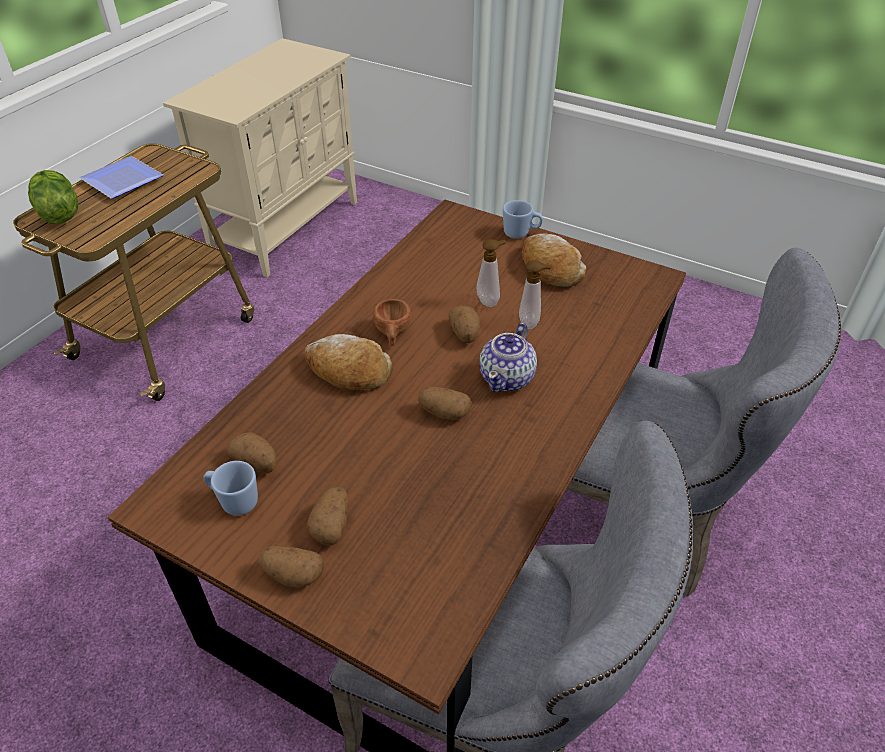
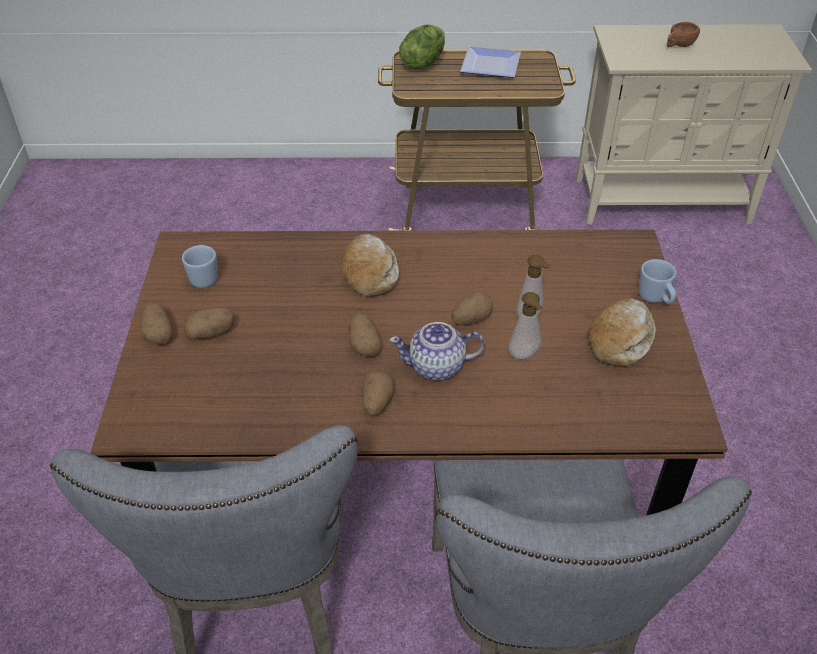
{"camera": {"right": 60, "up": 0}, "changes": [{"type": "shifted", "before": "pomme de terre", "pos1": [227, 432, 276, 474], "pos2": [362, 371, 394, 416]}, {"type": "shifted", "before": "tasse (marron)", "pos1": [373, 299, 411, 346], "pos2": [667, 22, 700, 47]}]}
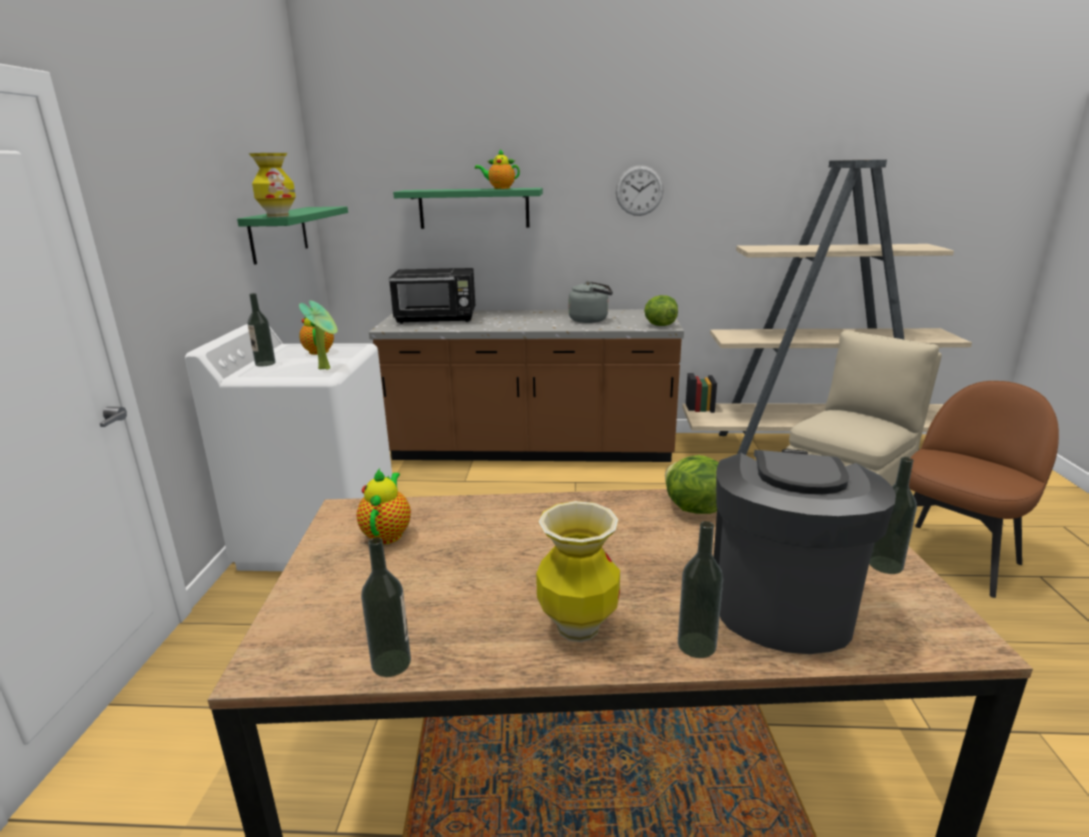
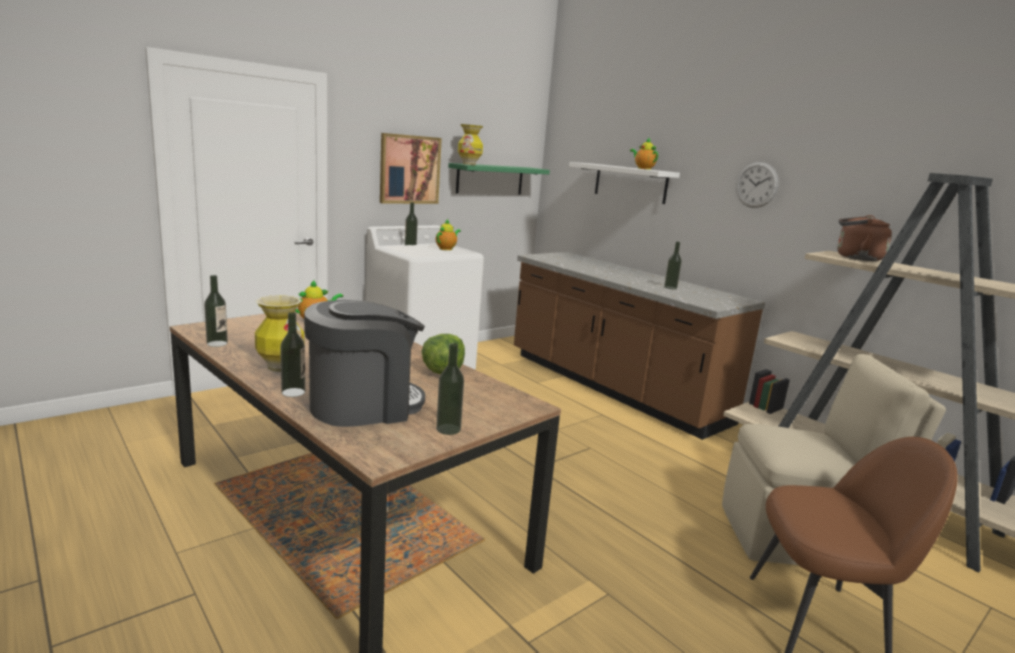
{"camera": {"right": 45, "up": -5}, "changes": [{"type": "gone", "before": "plante en pot", "pos1": [299, 300, 338, 370]}, {"type": "gone", "before": "micro-ondes (noir)", "pos1": [389, 268, 475, 324]}, {"type": "repainted", "before": "étagère (vert)", "after": "étagère (blanc)", "pos1": [393, 188, 543, 229], "pos2": [569, 162, 680, 204]}, {"type": "swapped", "before": "bouilloire (gris)", "after": "bouteille", "pos1": [568, 281, 613, 323], "pos2": [664, 241, 682, 289]}, {"type": "gone", "before": "laitue", "pos1": [644, 295, 678, 326]}, {"type": "new", "after": "tableau", "pos2": [380, 133, 442, 204]}, {"type": "new", "after": "bouilloire (marron)", "pos2": [837, 215, 892, 261]}]}
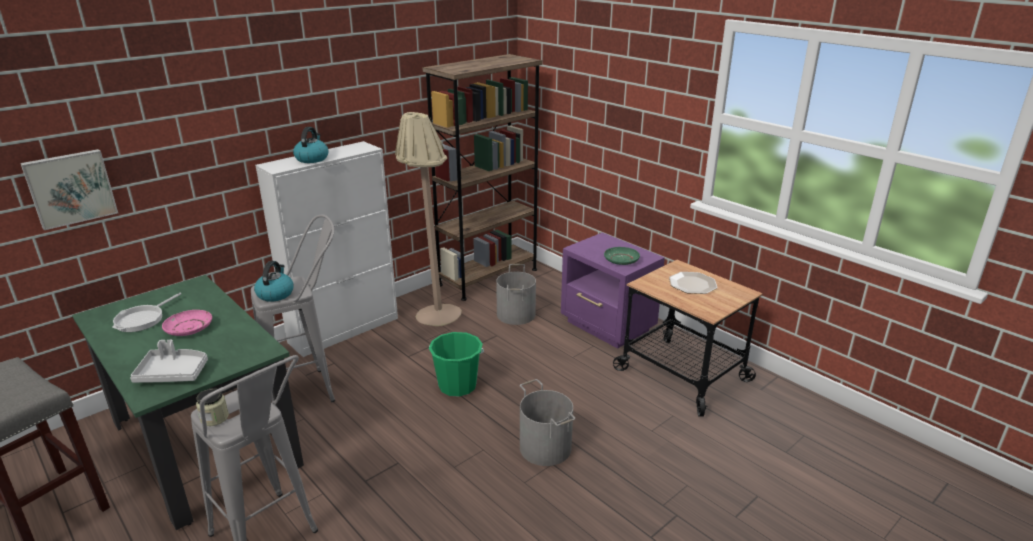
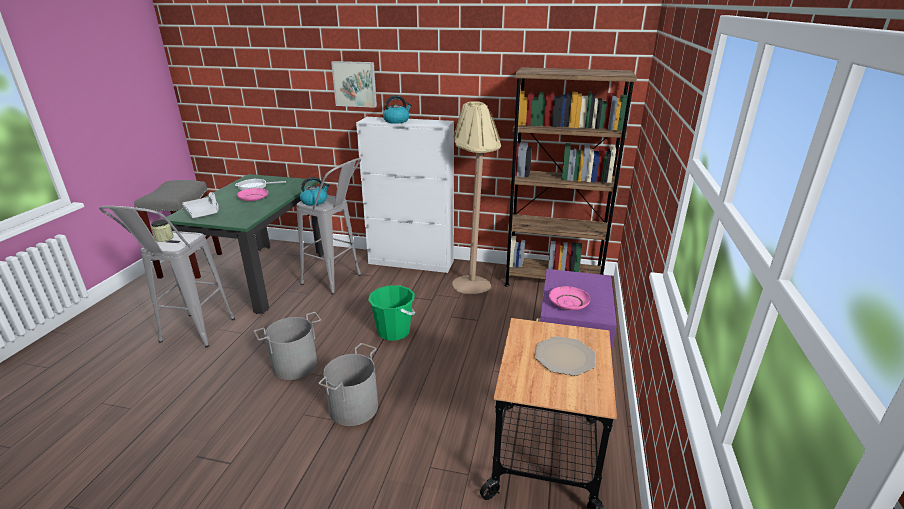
{"camera": {"right": 55, "up": 0}, "changes": [{"type": "shifted", "before": "tableau", "pos1": [20, 149, 118, 230], "pos2": [331, 61, 377, 108]}, {"type": "shifted", "before": "seau (gris)", "pos1": [496, 264, 536, 325], "pos2": [254, 312, 321, 380]}, {"type": "repainted", "before": "assiette (vert)", "after": "assiette (rose)", "pos1": [604, 247, 640, 265], "pos2": [549, 286, 590, 310]}]}
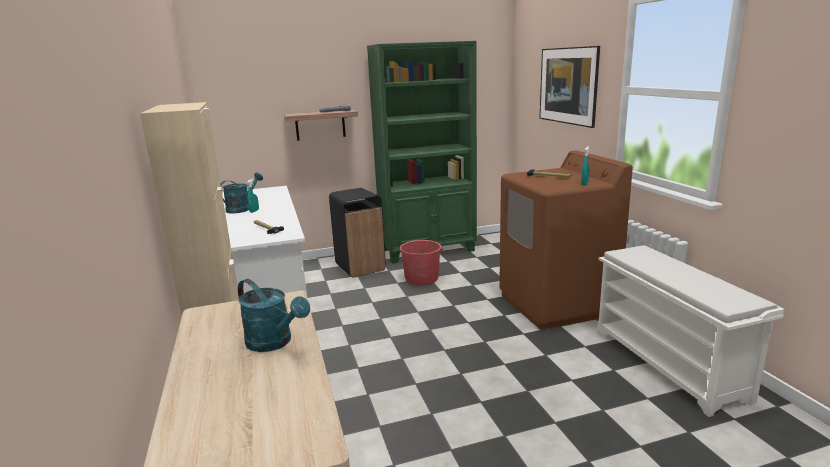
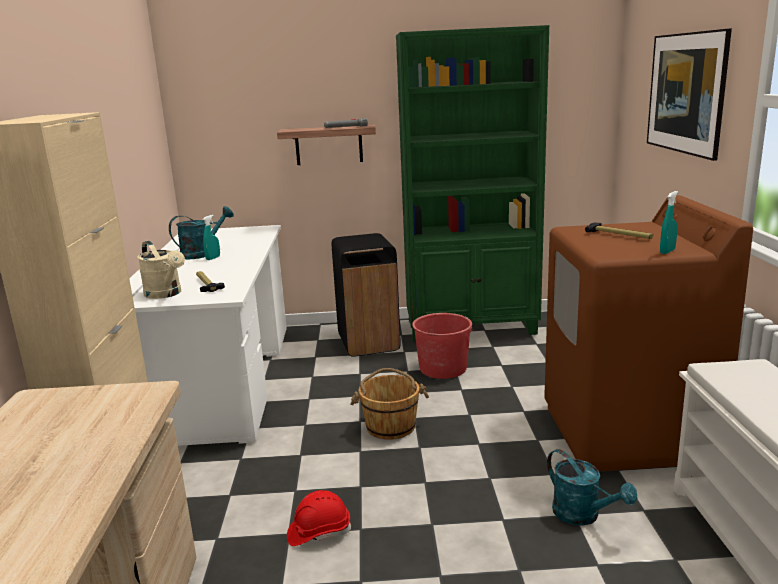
{"camera": {"right": 15, "up": 0}, "changes": [{"type": "shifted", "before": "arrosoir (turquoise)", "pos1": [238, 279, 310, 352], "pos2": [547, 449, 637, 526]}, {"type": "new", "after": "arrosoir (beige)", "pos2": [138, 241, 185, 299]}, {"type": "new", "after": "casque de chantier (rouge)", "pos2": [287, 490, 351, 546]}, {"type": "new", "after": "seau (marron)", "pos2": [350, 368, 429, 440]}]}
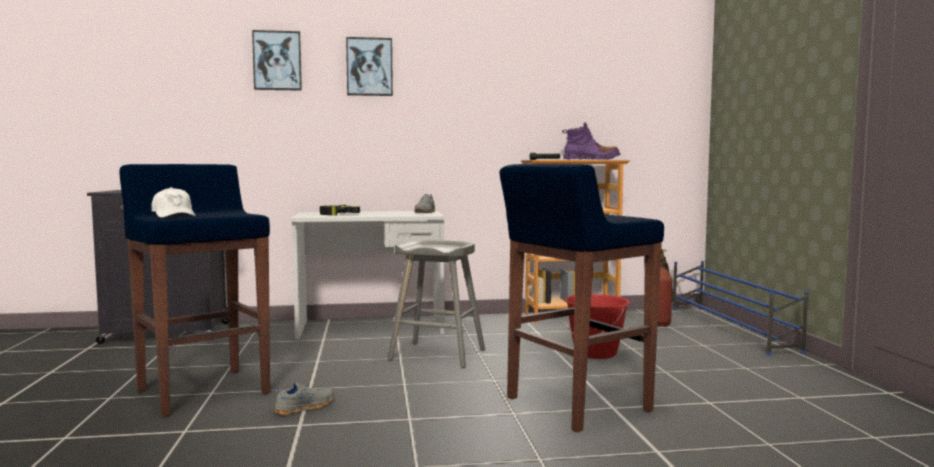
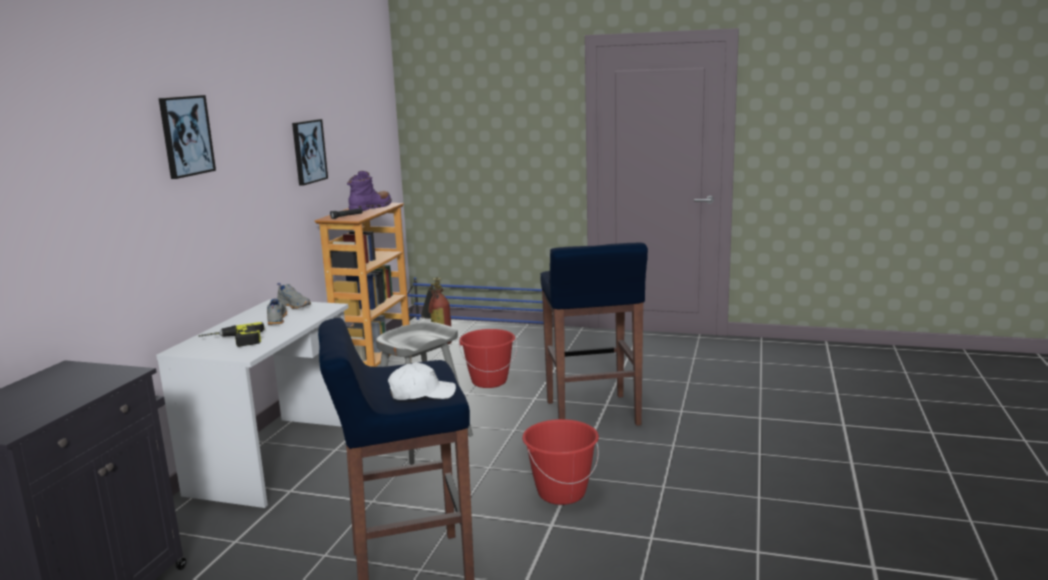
{"camera": {"right": -65, "up": 10}, "changes": [{"type": "shifted", "before": "tableau", "pos1": [252, 30, 302, 91], "pos2": [292, 119, 328, 186]}, {"type": "shifted", "before": "chaussure (gris)", "pos1": [274, 383, 334, 415], "pos2": [267, 298, 287, 325]}, {"type": "new", "after": "seau (rouge)", "pos2": [522, 419, 599, 505]}]}
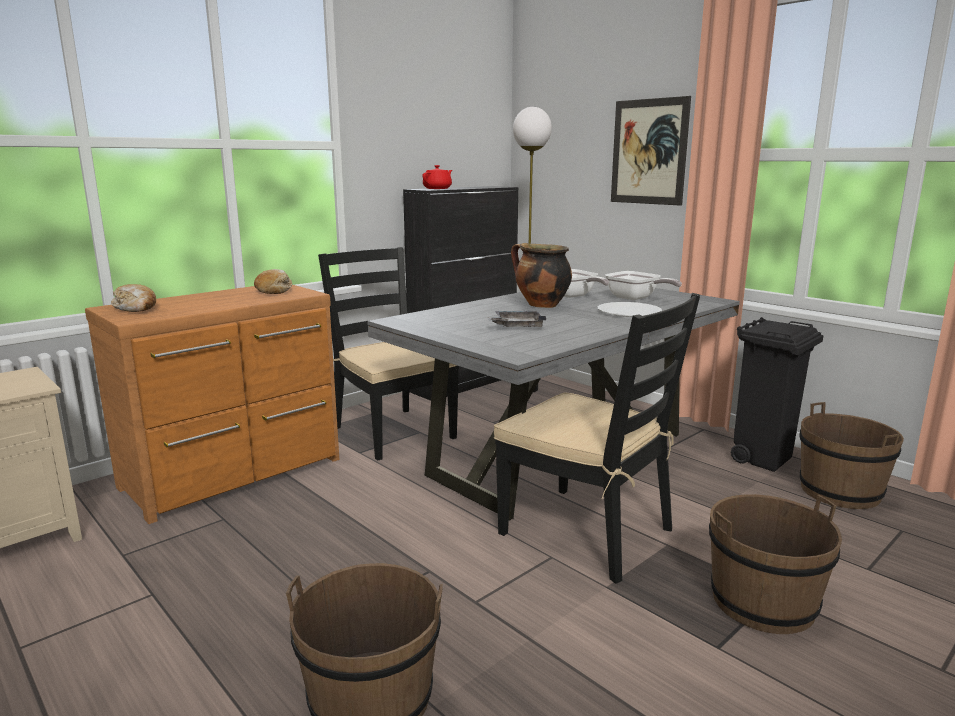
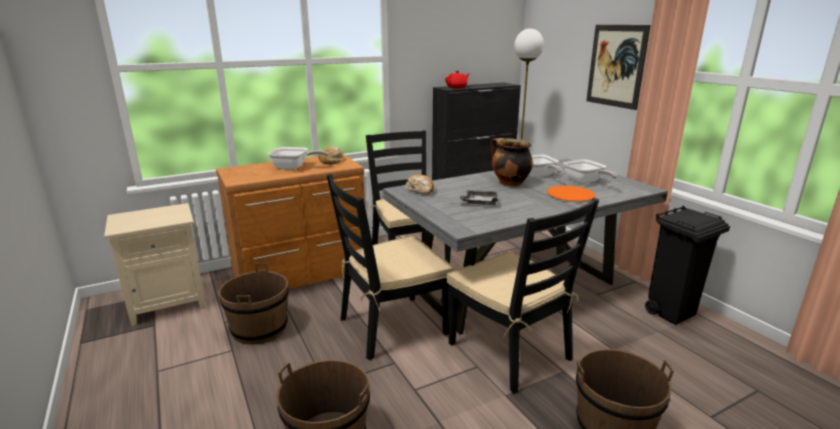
{"camera": {"right": 15, "up": 5}, "changes": [{"type": "shifted", "before": "pain", "pos1": [111, 284, 156, 312], "pos2": [406, 174, 434, 195]}, {"type": "repainted", "before": "assiette (blanc)", "after": "assiette (orange)", "pos1": [597, 302, 662, 317], "pos2": [547, 186, 596, 201]}, {"type": "shifted", "before": "seau (marron)", "pos1": [799, 402, 904, 509], "pos2": [219, 263, 289, 345]}, {"type": "new", "after": "poêle", "pos2": [268, 147, 329, 170]}, {"type": "new", "after": "chaise (noir)", "pos2": [327, 174, 454, 360]}]}
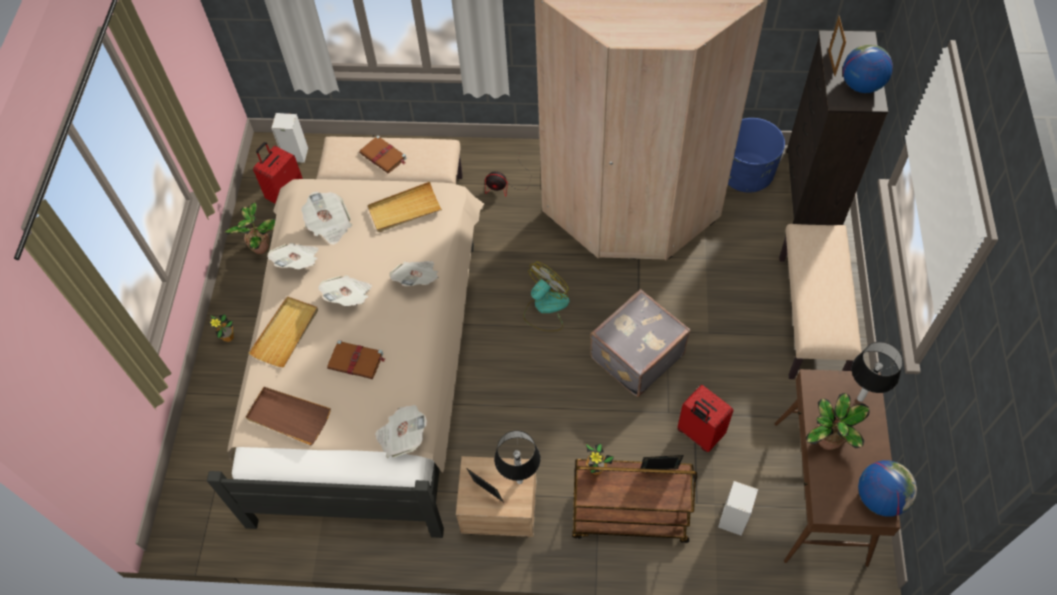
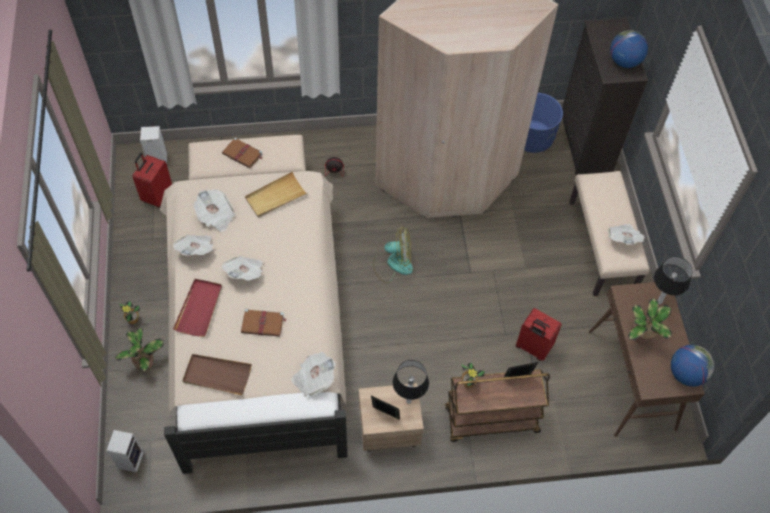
{"camera": {"right": -15, "up": 0}, "changes": [{"type": "shifted", "before": "plante en pot", "pos1": [224, 202, 276, 254], "pos2": [115, 328, 164, 371]}, {"type": "repainted", "before": "plateau (beige)", "after": "plateau (rouge)", "pos1": [249, 296, 318, 367], "pos2": [173, 279, 222, 337]}, {"type": "shifted", "before": "journal", "pos1": [389, 261, 439, 286], "pos2": [608, 224, 645, 245]}, {"type": "rotated", "before": "ventilateur", "pos1": [523, 262, 570, 332], "pos2": [373, 227, 413, 283], "turn": 60}, {"type": "gone", "before": "valise (gris)", "pos1": [590, 289, 690, 397]}, {"type": "shifted", "before": "enceinte", "pos1": [718, 481, 758, 536], "pos2": [106, 430, 144, 473]}, {"type": "gone", "before": "cadre photo", "pos1": [828, 16, 846, 76]}]}
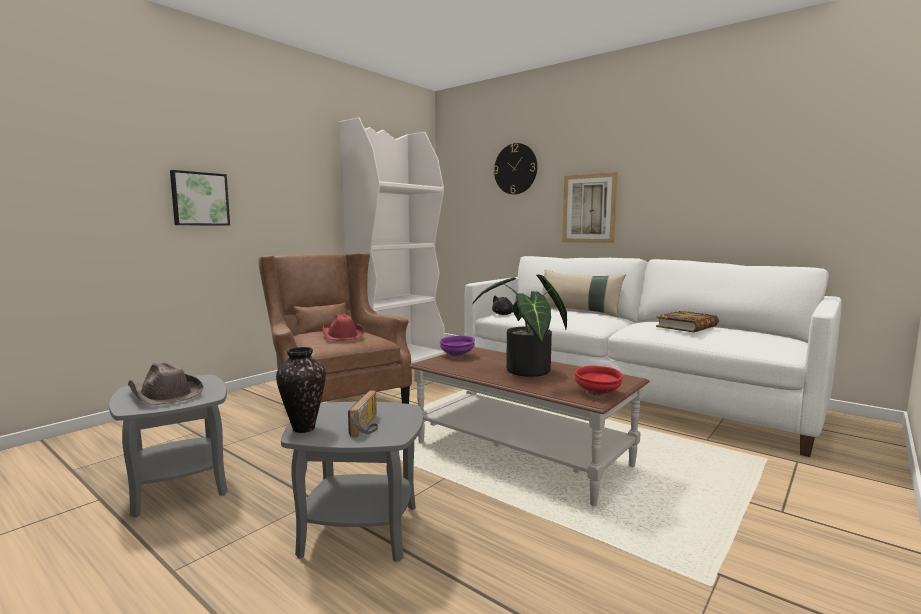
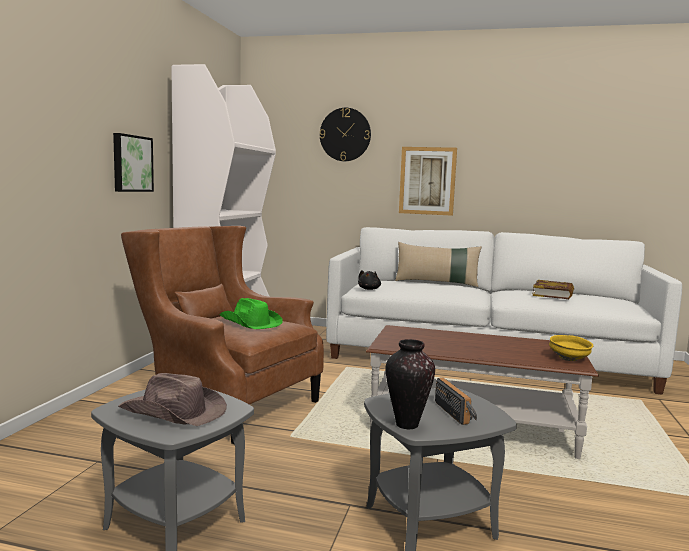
{"camera": {"right": -25, "up": 0}, "changes": [{"type": "shifted", "before": "tableau", "pos1": [170, 170, 230, 226], "pos2": [113, 133, 154, 192]}, {"type": "repainted", "before": "chapeau (rouge)", "after": "chapeau (vert)", "pos1": [322, 314, 364, 340], "pos2": [220, 298, 283, 329]}, {"type": "gone", "before": "bol (violet)", "pos1": [440, 335, 475, 357]}, {"type": "gone", "before": "plante en pot", "pos1": [472, 274, 567, 377]}, {"type": "repainted", "before": "bol (rouge)", "after": "bol (jaune)", "pos1": [575, 366, 623, 396], "pos2": [549, 335, 593, 361]}]}
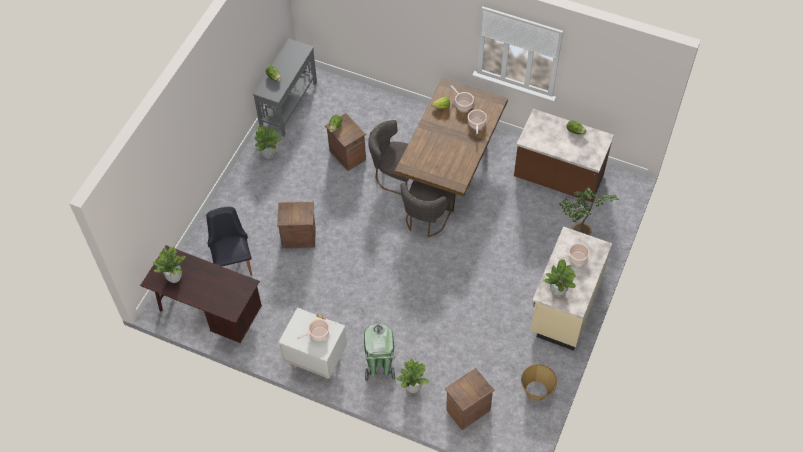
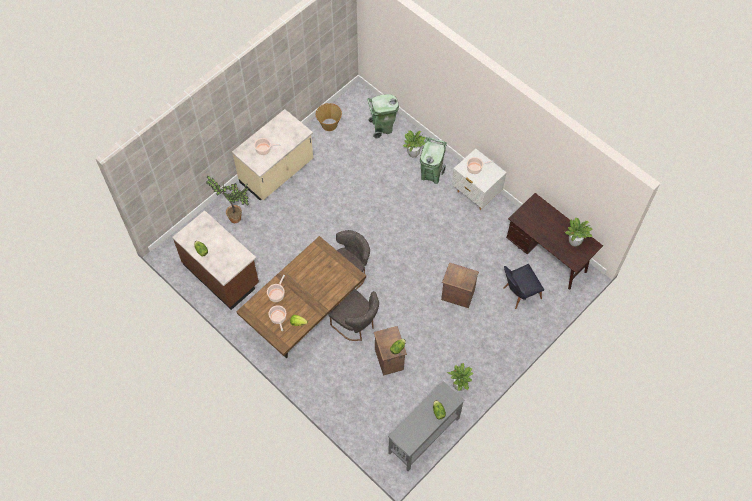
{"camera": {"right": -160, "up": 5}, "changes": [{"type": "rotated", "before": "chaise (noir)", "pos1": [206, 207, 252, 276], "pos2": [503, 264, 544, 309], "turn": 60}, {"type": "swapped", "before": "caisse", "after": "poubelle (vert)", "pos1": [445, 368, 494, 430], "pos2": [367, 94, 399, 139]}, {"type": "gone", "before": "plante en pot", "pos1": [544, 259, 576, 297]}]}
